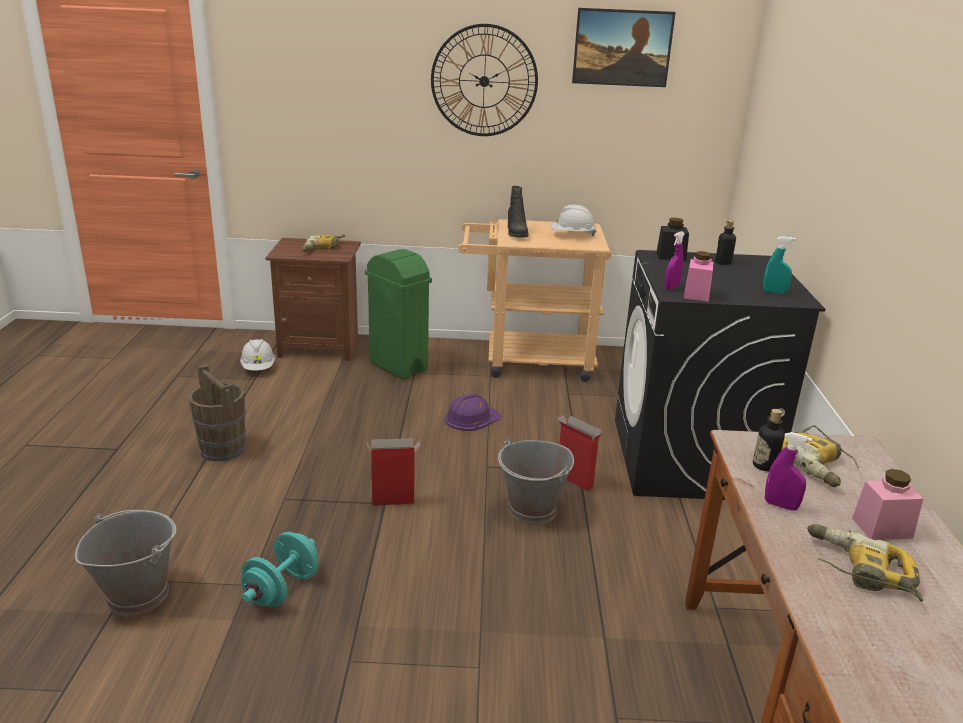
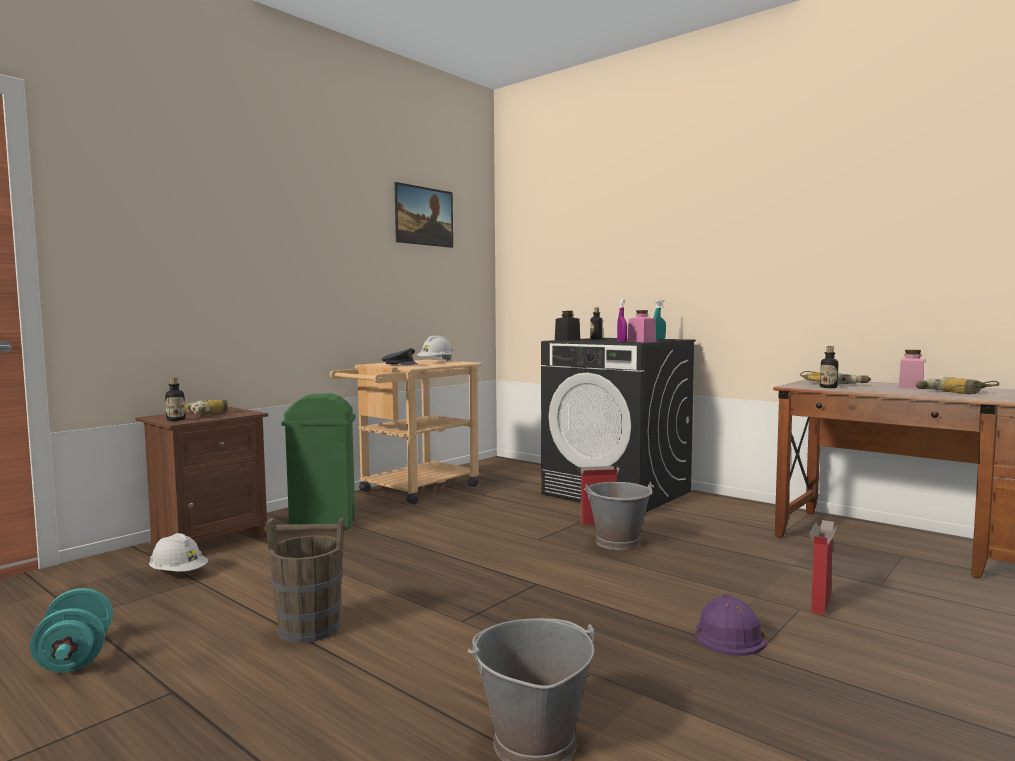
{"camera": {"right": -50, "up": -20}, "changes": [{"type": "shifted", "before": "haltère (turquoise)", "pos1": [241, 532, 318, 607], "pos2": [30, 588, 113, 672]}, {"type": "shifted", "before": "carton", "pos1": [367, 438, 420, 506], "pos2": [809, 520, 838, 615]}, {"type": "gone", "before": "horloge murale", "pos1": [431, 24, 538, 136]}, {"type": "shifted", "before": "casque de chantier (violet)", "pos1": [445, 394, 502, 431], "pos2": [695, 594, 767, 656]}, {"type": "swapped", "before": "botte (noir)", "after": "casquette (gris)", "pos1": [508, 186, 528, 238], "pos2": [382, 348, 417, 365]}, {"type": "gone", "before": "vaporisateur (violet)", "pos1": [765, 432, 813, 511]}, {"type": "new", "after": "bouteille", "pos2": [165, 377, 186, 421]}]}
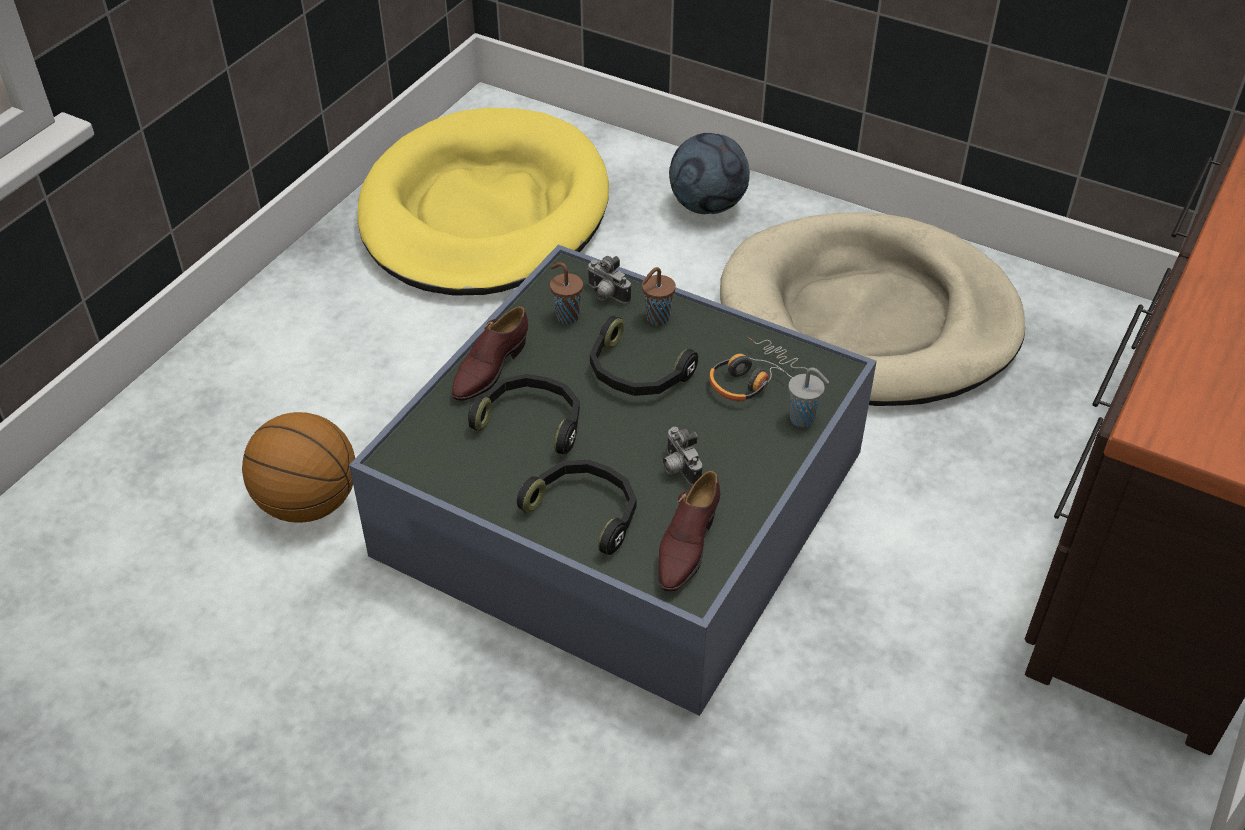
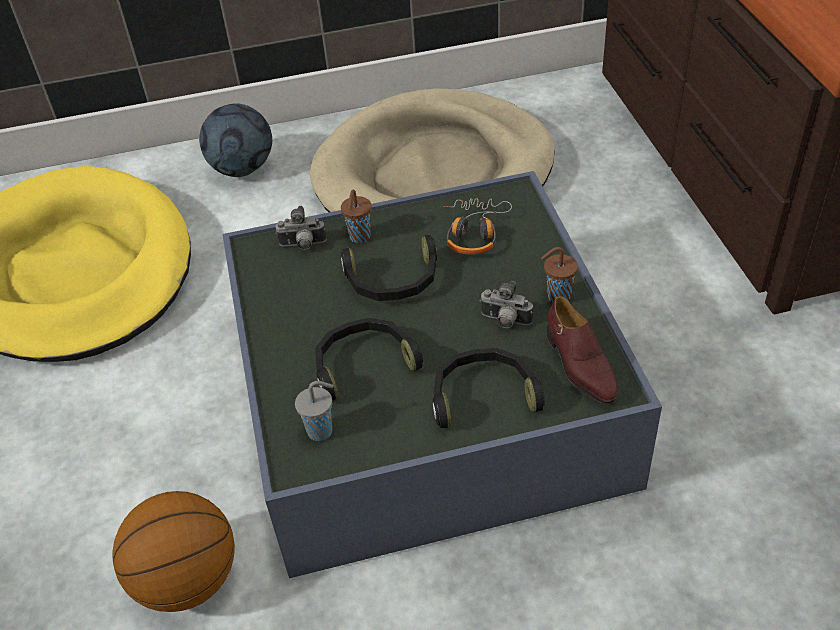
{"camera": {"right": -40, "up": 0}, "changes": [{"type": "gone", "before": "chaussure (marron)", "pos1": [451, 306, 528, 401]}, {"type": "shifted", "before": "tasse (marron)", "pos1": [550, 262, 583, 324], "pos2": [541, 247, 578, 302]}, {"type": "shifted", "before": "tasse (gris)", "pos1": [788, 368, 829, 428], "pos2": [295, 381, 333, 441]}]}
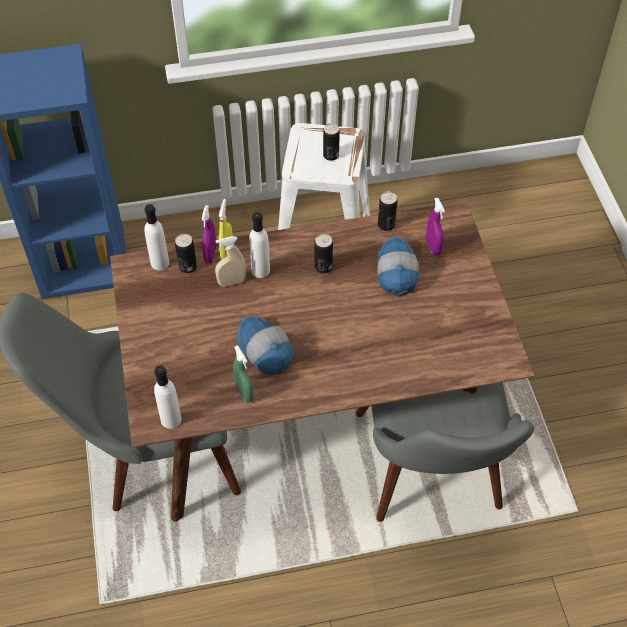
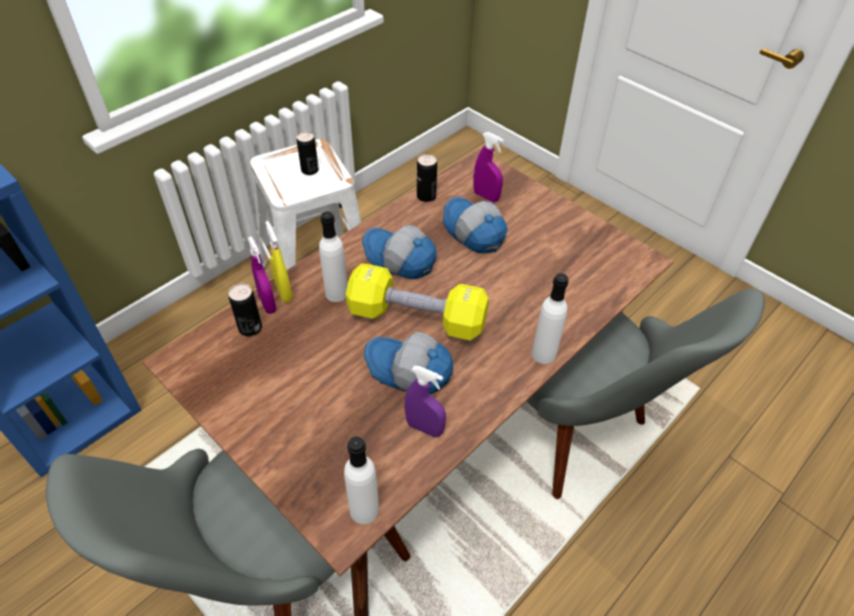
{"camera": {"right": -35, "up": -5}, "changes": [{"type": "shifted", "before": "bouteille (blanc)", "pos1": [144, 204, 169, 270], "pos2": [531, 273, 569, 364]}, {"type": "gone", "before": "vaporisateur (beige)", "pos1": [215, 236, 246, 287]}, {"type": "repainted", "before": "vaporisateur (vert)", "after": "vaporisateur (violet)", "pos1": [233, 345, 254, 403], "pos2": [404, 366, 446, 438]}, {"type": "swapped", "before": "boîte métallique", "after": "casquette", "pos1": [315, 234, 333, 273], "pos2": [362, 225, 437, 279]}, {"type": "new", "after": "haltère (jaune)", "pos2": [346, 264, 489, 341]}]}
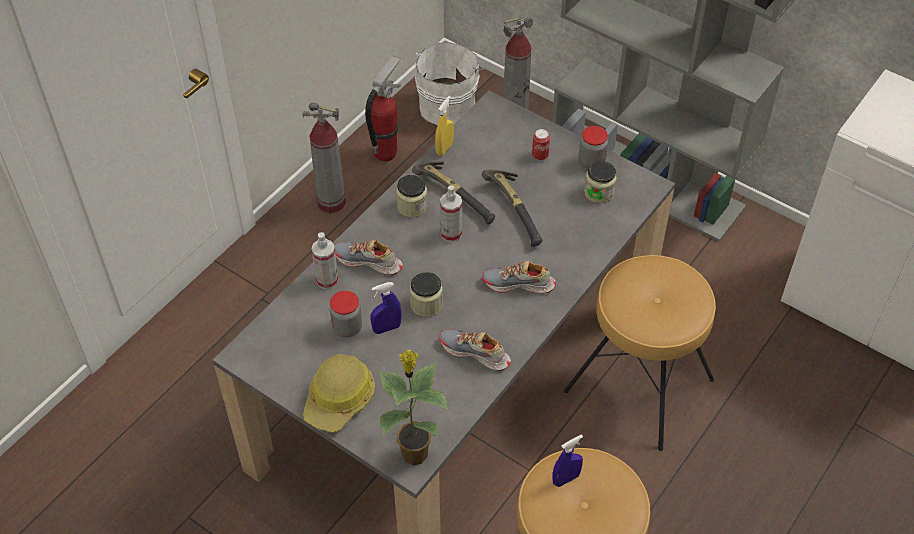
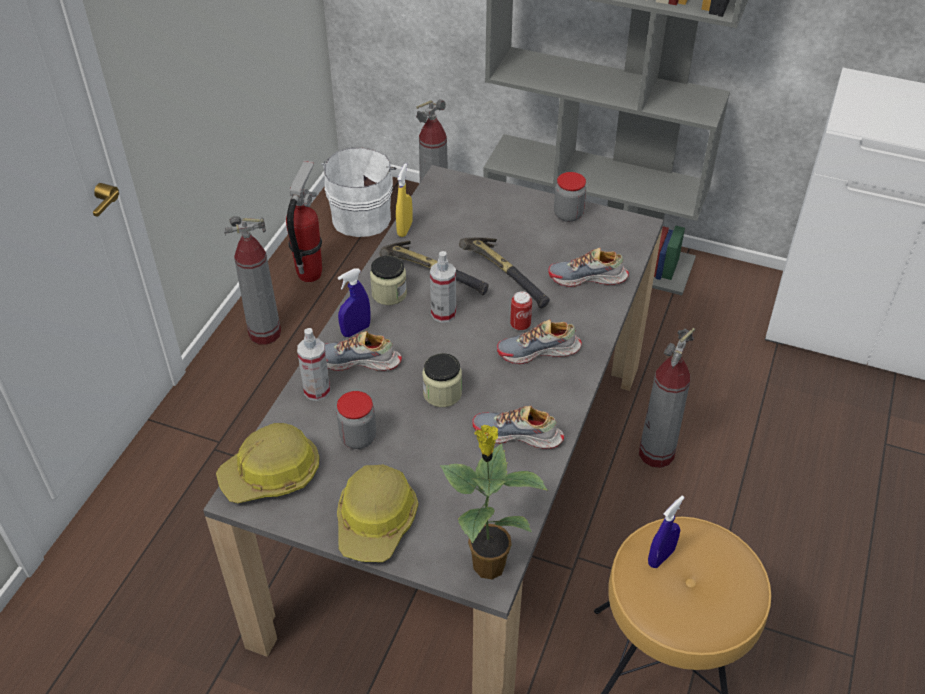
{"camera": {"right": -15, "up": -5}, "changes": [{"type": "shifted", "before": "vaporisateur (bleu)", "pos1": [370, 282, 401, 334], "pos2": [338, 268, 371, 337]}, {"type": "shifted", "before": "boîte métallique", "pos1": [532, 129, 550, 161], "pos2": [510, 292, 532, 331]}, {"type": "swapped", "before": "tabouret (marron)", "after": "extincteur", "pos1": [564, 255, 716, 451], "pos2": [639, 328, 695, 468]}, {"type": "gone", "before": "bocal", "pos1": [584, 161, 617, 203]}, {"type": "new", "after": "casque de chantier", "pos2": [216, 423, 320, 503]}, {"type": "new", "after": "chaussure", "pos2": [548, 248, 629, 287]}]}
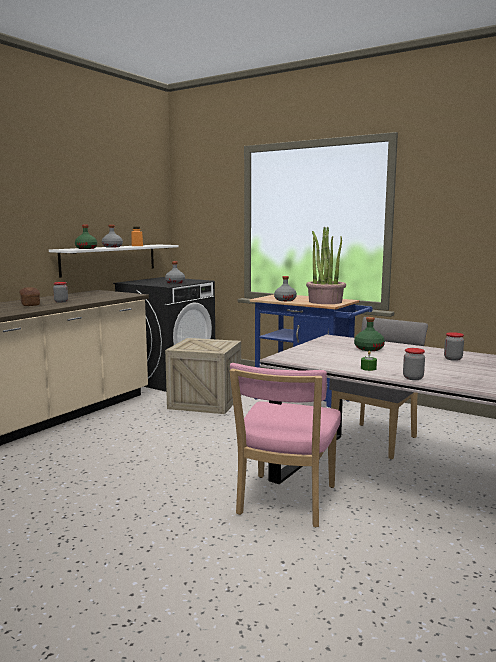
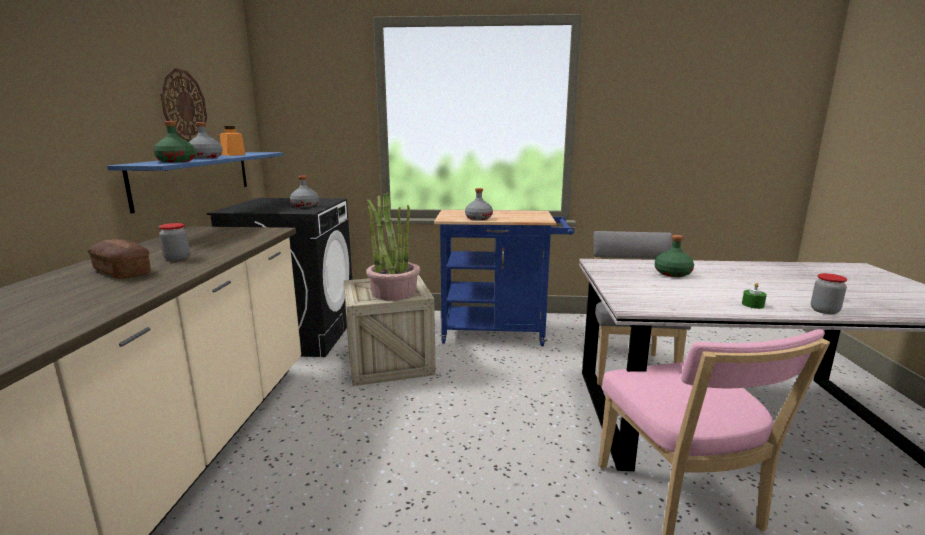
{"camera": {"right": -30, "up": 5}, "changes": [{"type": "repainted", "before": "étagère (blanc)", "after": "étagère (bleu)", "pos1": [49, 245, 179, 278], "pos2": [107, 152, 284, 213]}, {"type": "shifted", "before": "plante en pot", "pos1": [306, 227, 346, 304], "pos2": [366, 192, 420, 300]}, {"type": "gone", "before": "bocal", "pos1": [444, 332, 464, 361]}, {"type": "new", "after": "horloge murale", "pos2": [161, 68, 207, 142]}]}
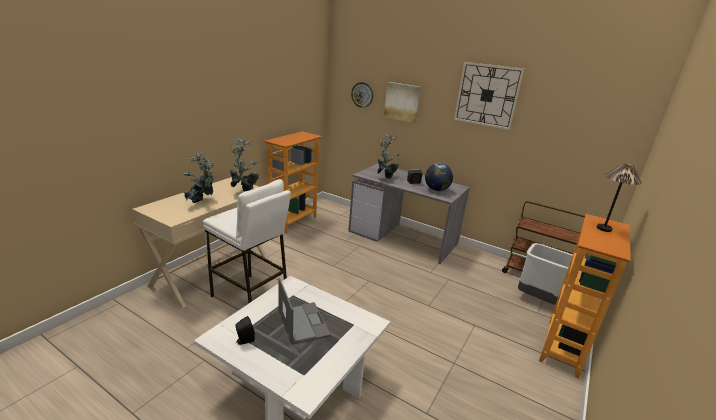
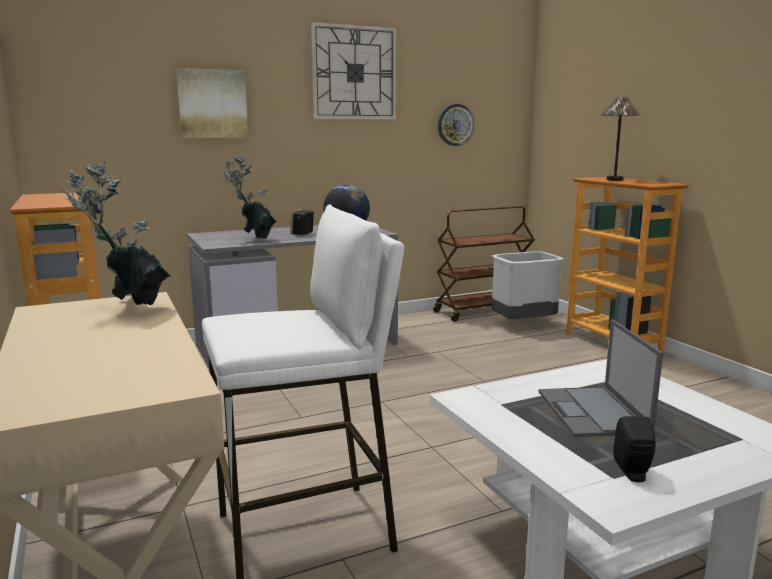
{"camera": {"right": -55, "up": -10}, "changes": [{"type": "gone", "before": "plante en pot", "pos1": [183, 151, 215, 203]}, {"type": "rotated", "before": "ordinateur portable", "pos1": [278, 278, 331, 345], "pos2": [538, 319, 663, 437], "turn": -105}, {"type": "shifted", "before": "horloge murale", "pos1": [351, 82, 373, 108], "pos2": [438, 104, 474, 146]}]}
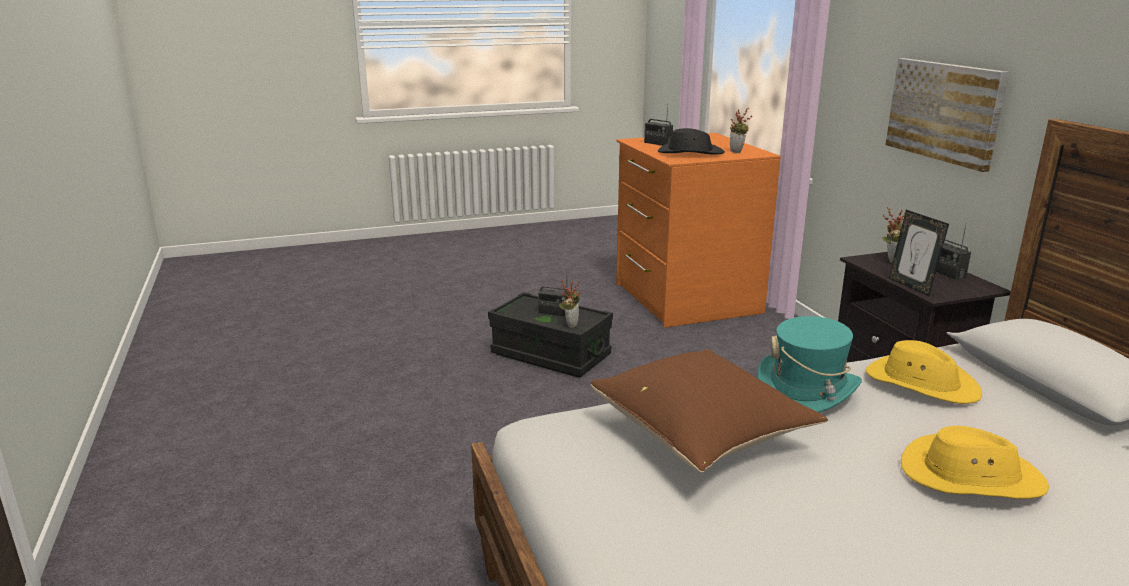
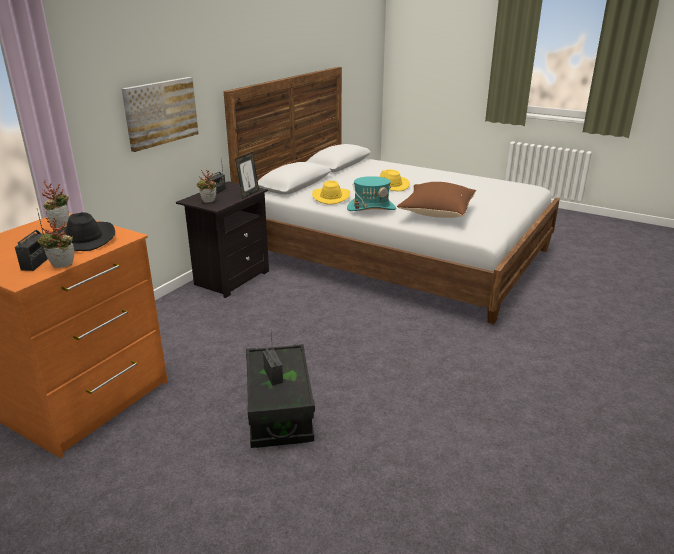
{"camera": {"right": -130, "up": 5}, "changes": [{"type": "shifted", "before": "plante en pot", "pos1": [559, 279, 582, 328], "pos2": [38, 218, 74, 268]}]}
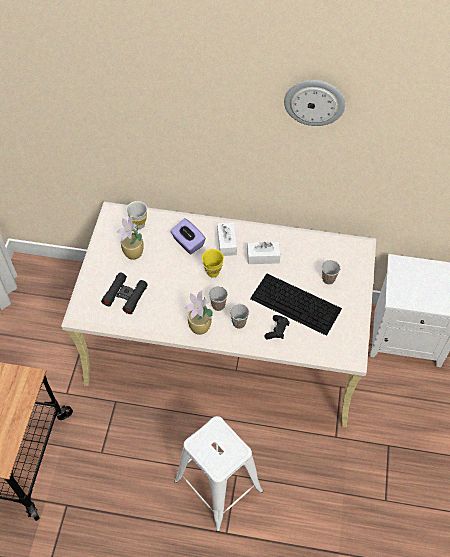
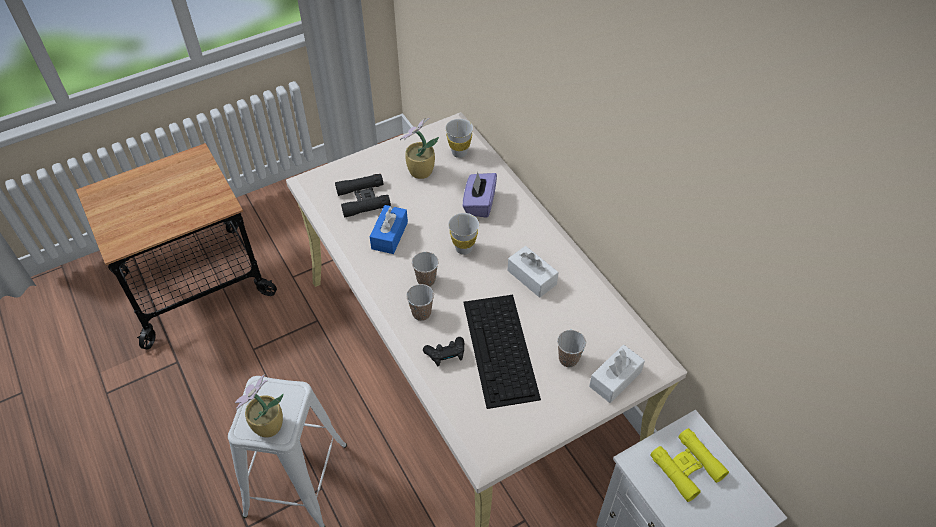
{"camera": {"right": 50, "up": -5}, "changes": [{"type": "shifted", "before": "plante en pot", "pos1": [185, 290, 213, 335], "pos2": [235, 374, 283, 438]}, {"type": "repainted", "before": "tasse (jaune)", "after": "tasse (blanc)", "pos1": [202, 249, 224, 278], "pos2": [448, 213, 479, 255]}, {"type": "shifted", "before": "boîte à mouchoirs (blanc)", "pos1": [217, 222, 237, 256], "pos2": [589, 345, 645, 403]}, {"type": "gone", "before": "horloge murale", "pos1": [284, 80, 345, 126]}, {"type": "new", "after": "boîte à mouchoirs (bleu)", "pos2": [370, 205, 408, 254]}, {"type": "new", "after": "jumelles (jaune)", "pos2": [650, 428, 729, 502]}]}
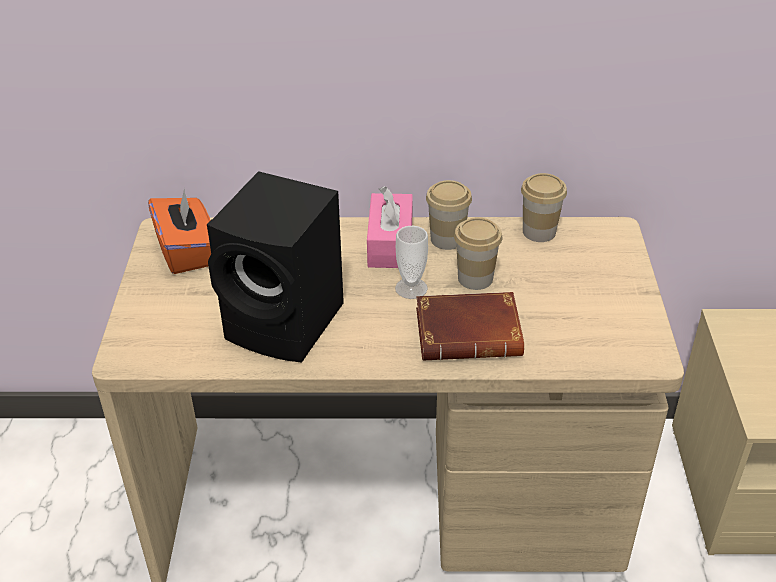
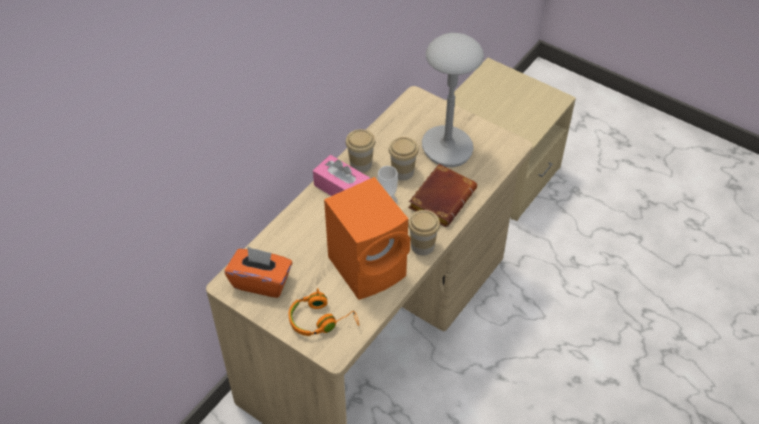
{"camera": {"right": -55, "up": 10}, "changes": [{"type": "repainted", "before": "enceinte (noir)", "after": "enceinte (orange)", "pos1": [207, 171, 344, 363], "pos2": [324, 177, 410, 300]}, {"type": "shifted", "before": "tasse", "pos1": [521, 173, 567, 242], "pos2": [408, 210, 440, 256]}, {"type": "new", "after": "casque audio (orange)", "pos2": [289, 288, 359, 336]}, {"type": "new", "after": "lampe de table (gris)", "pos2": [422, 33, 484, 167]}]}
